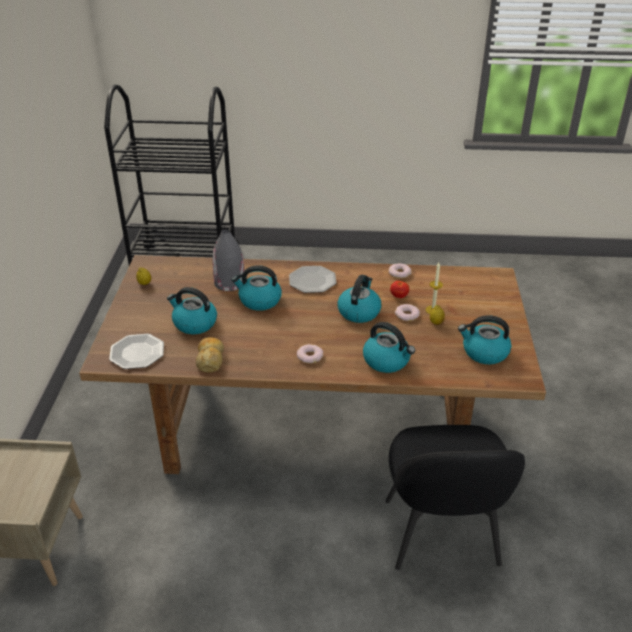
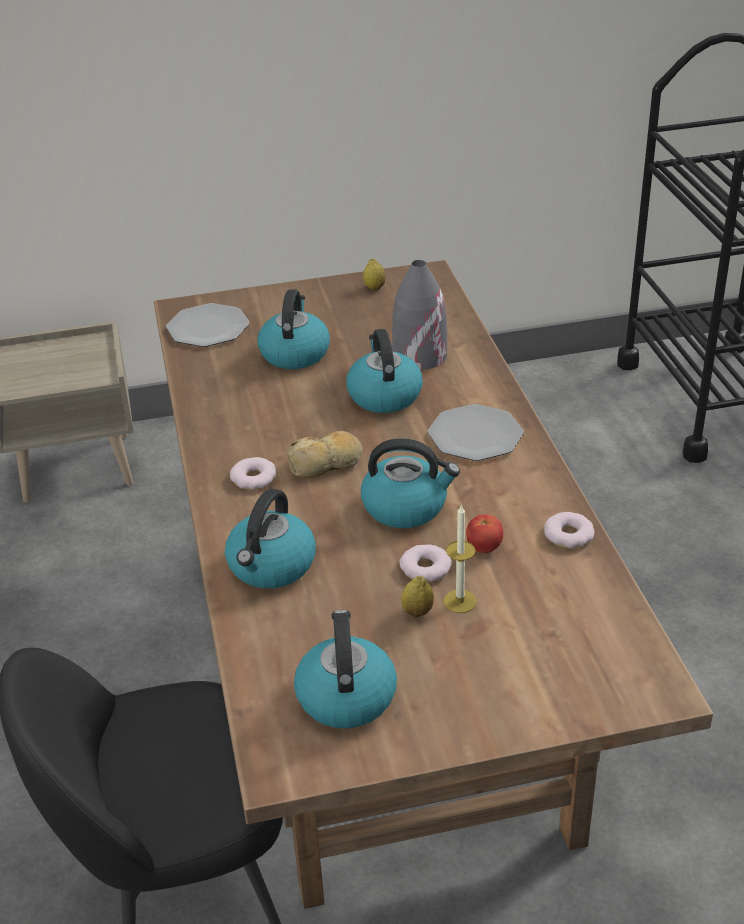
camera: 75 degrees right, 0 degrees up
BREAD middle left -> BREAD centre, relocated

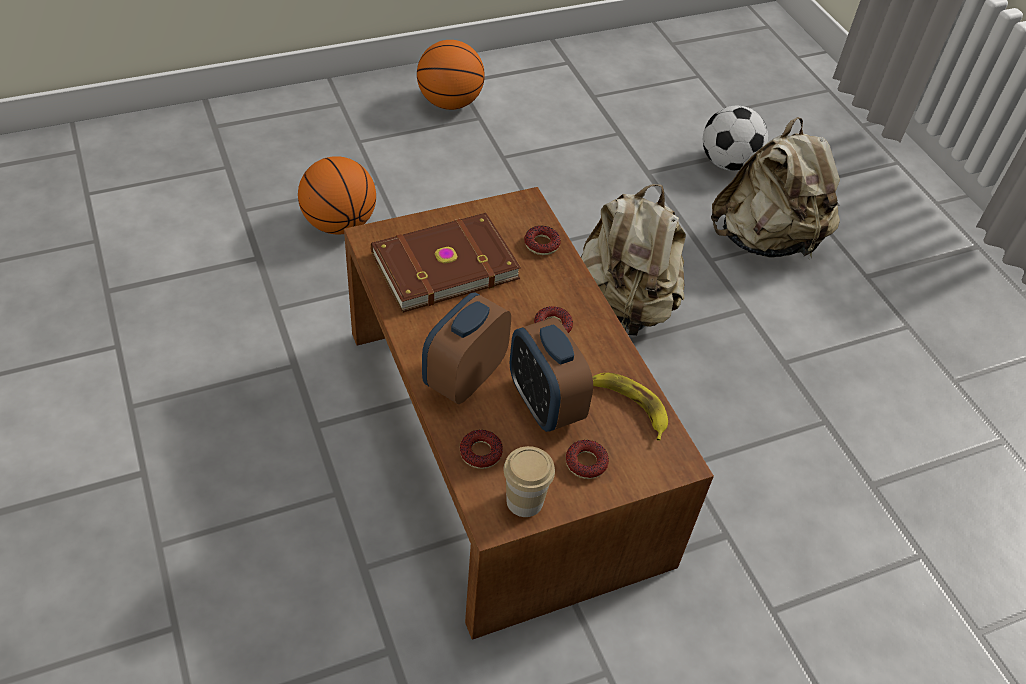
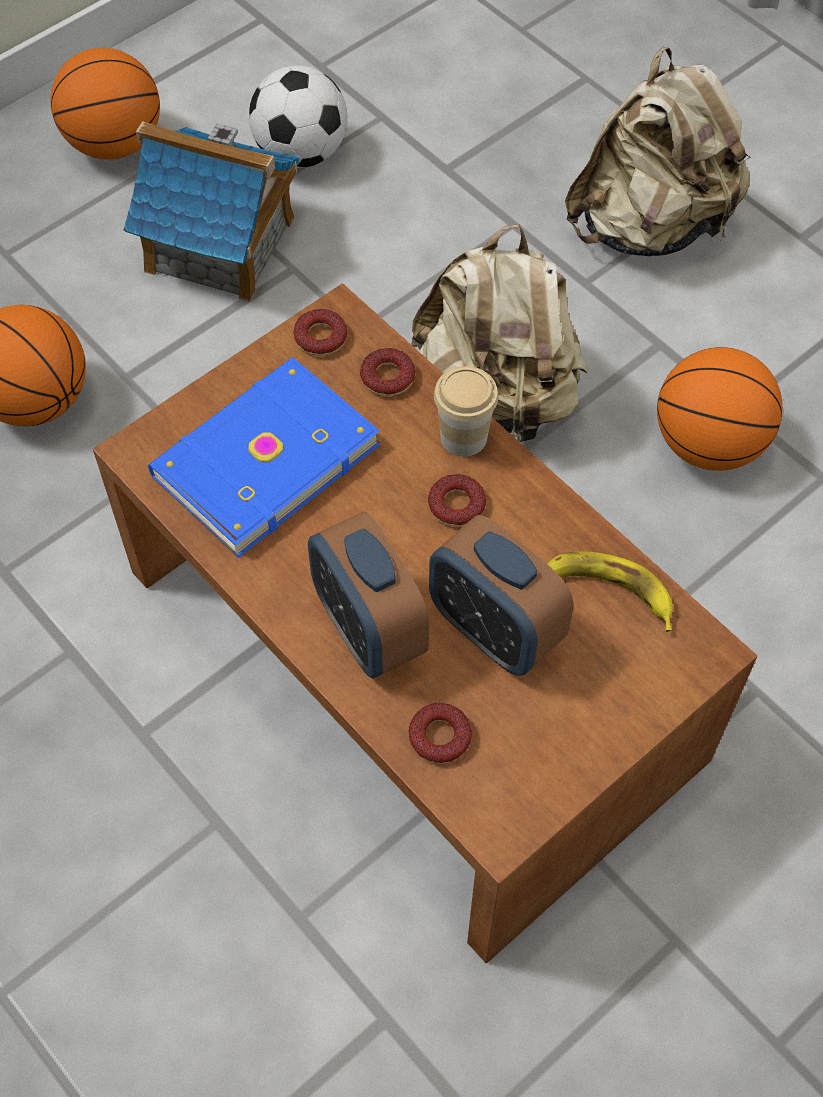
camera: 15 degrees left, 10 degrees up
none -> TOY HOUSE top left
none -> BASKETBALL (no. 3 from left) middle right
CUP bottom centre -> CUP centre, relocated
DONUT (no. 4 from left in the first image) bottom centre -> DONUT (no. 1 from left) top centre, relocated
FOOTBALL top right -> FOOTBALL top centre, relocated
BROWN BOOK centre -> BLUE BOOK middle left
ALARM CLOCK (no. 1 from left) centre, 45 degrees counterclockwise

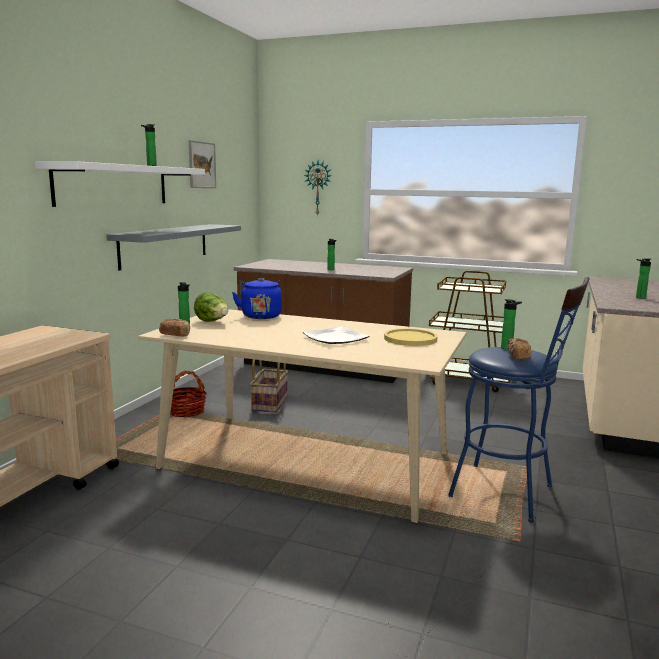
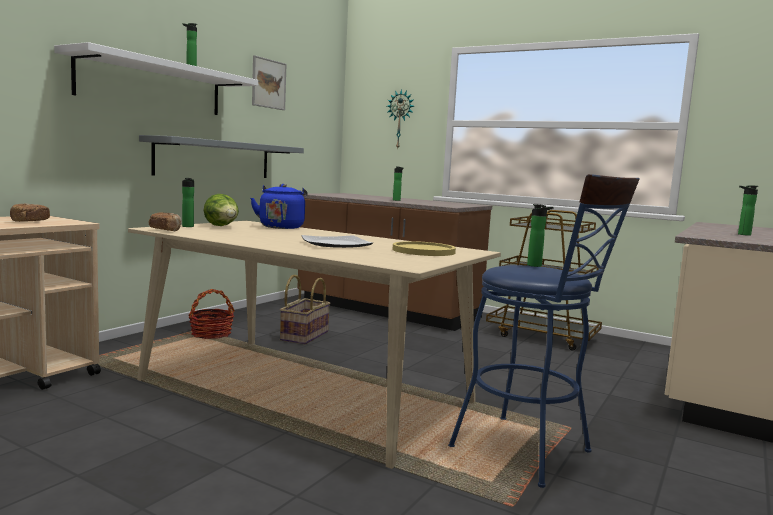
camera: 10 degrees right, 5 degrees down
BREAD (no. 2 from left in the first image) middle right -> BREAD (no. 1 from left) middle left, relocated

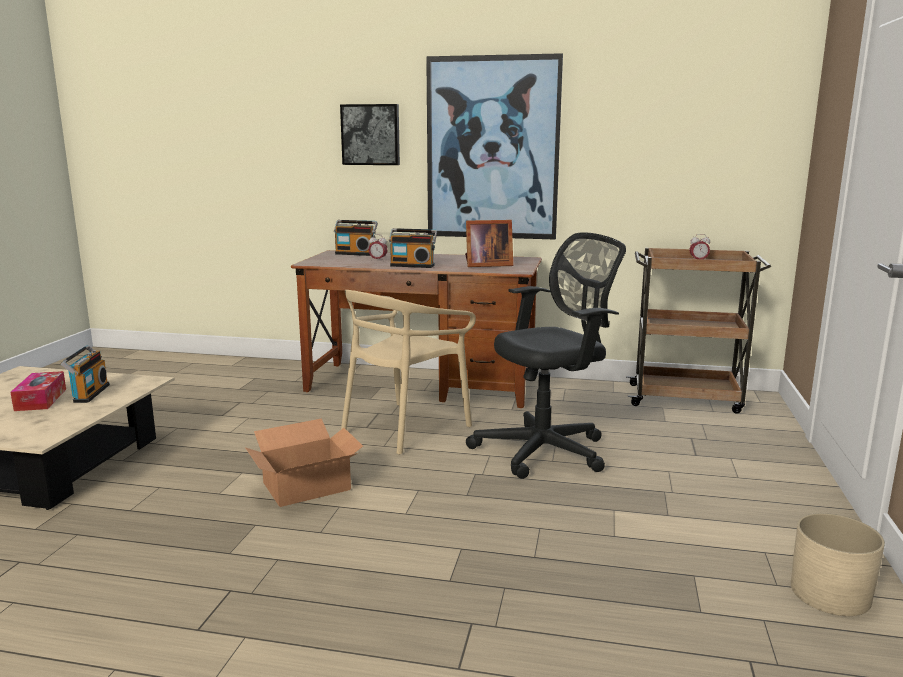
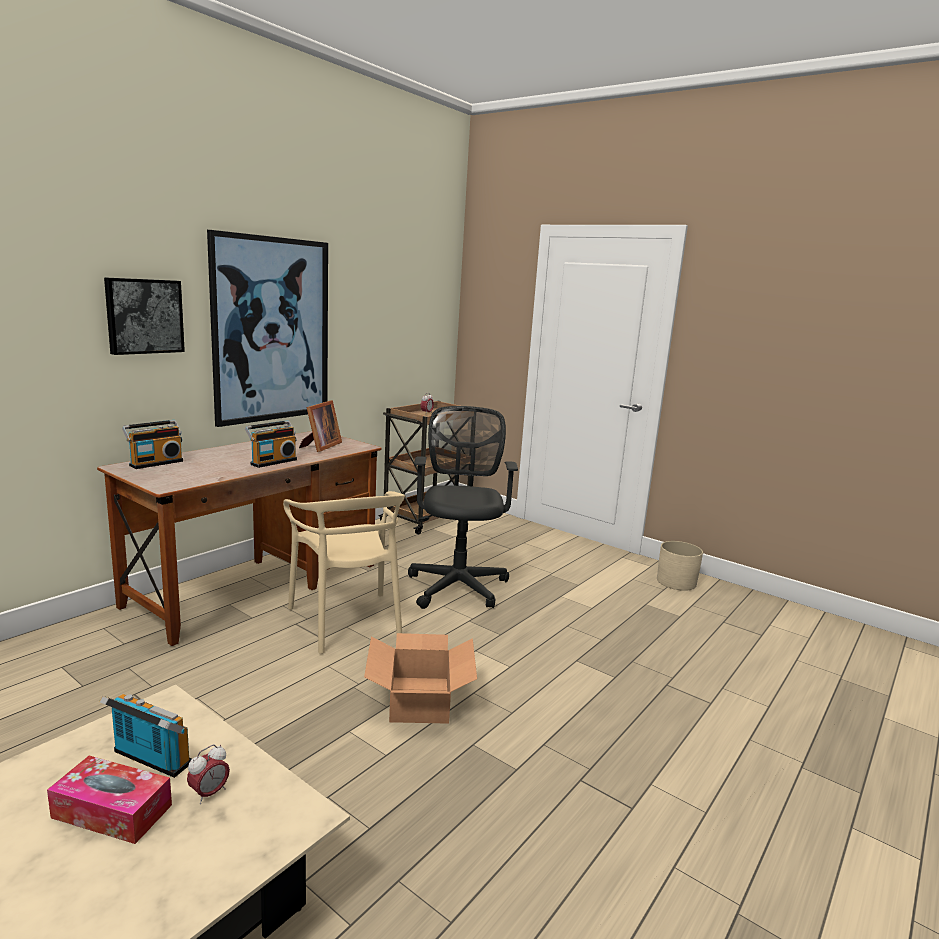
camera: 65 degrees left, 0 degrees up
ALARM CLOCK (no. 1 from left) centre -> ALARM CLOCK (no. 1 from left) bottom left, relocated

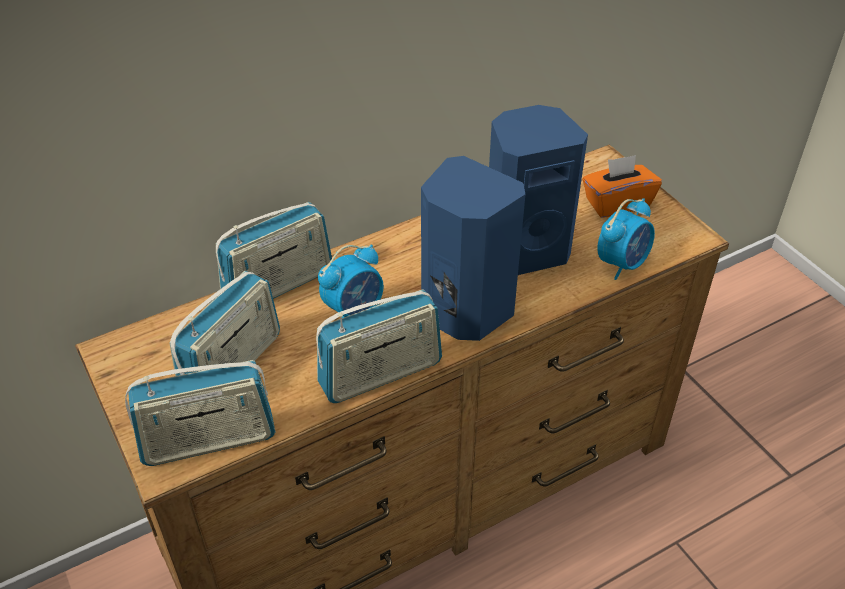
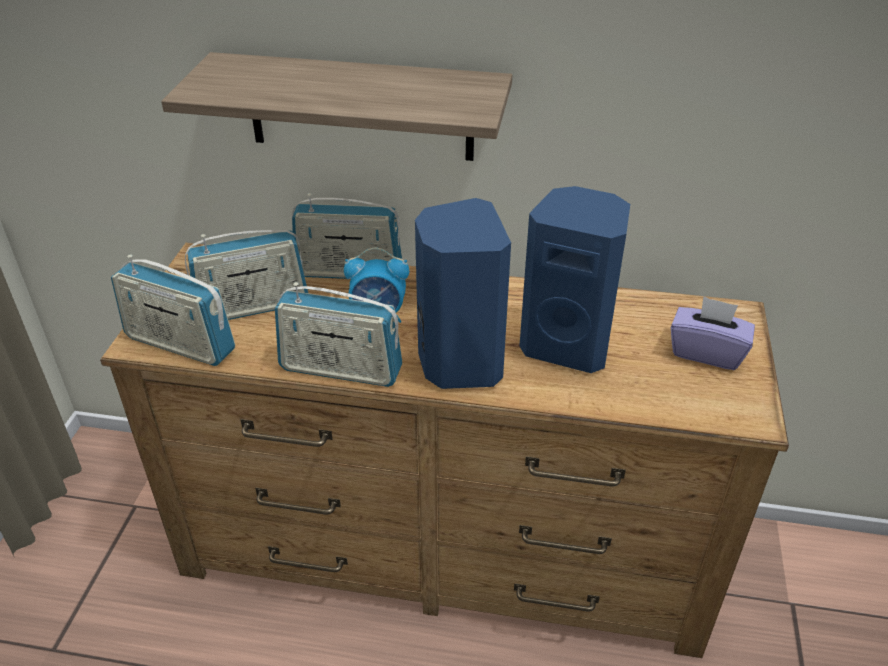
camera: 40 degrees right, 5 degrees down
ALARM CLOCK (no. 2 from left) middle right -> none
none -> SHELF top centre
ORANGE TISSUE BOX top right -> PURPLE TISSUE BOX middle right

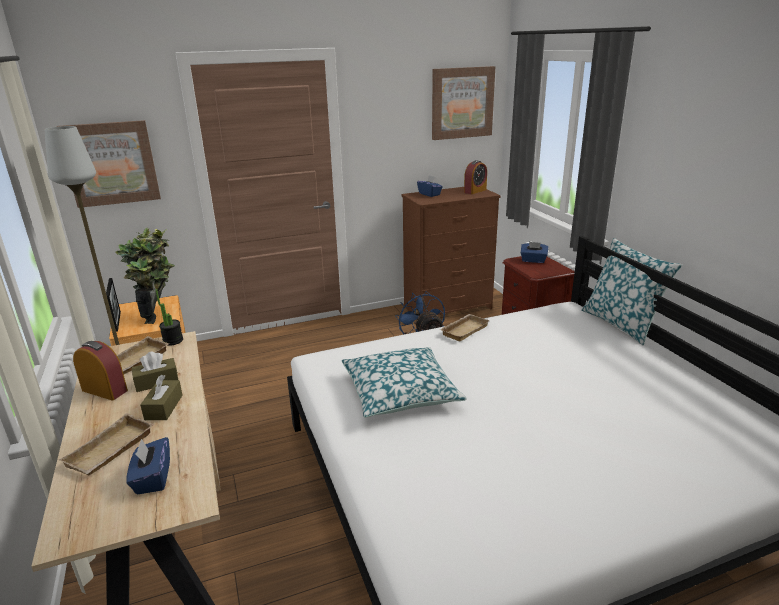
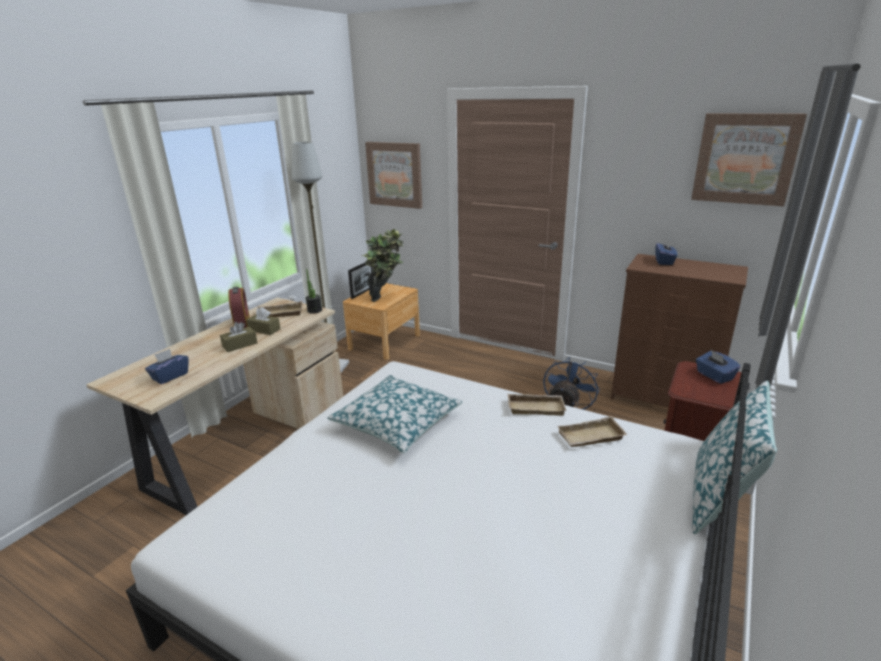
camera: 50 degrees right, 0 degrees up
ALARM CLOCK (no. 2 from left) top centre -> none
BEIGE TRAY (no. 1 from left in the first image) bottom left -> BEIGE TRAY (no. 3 from left) middle right, relocated

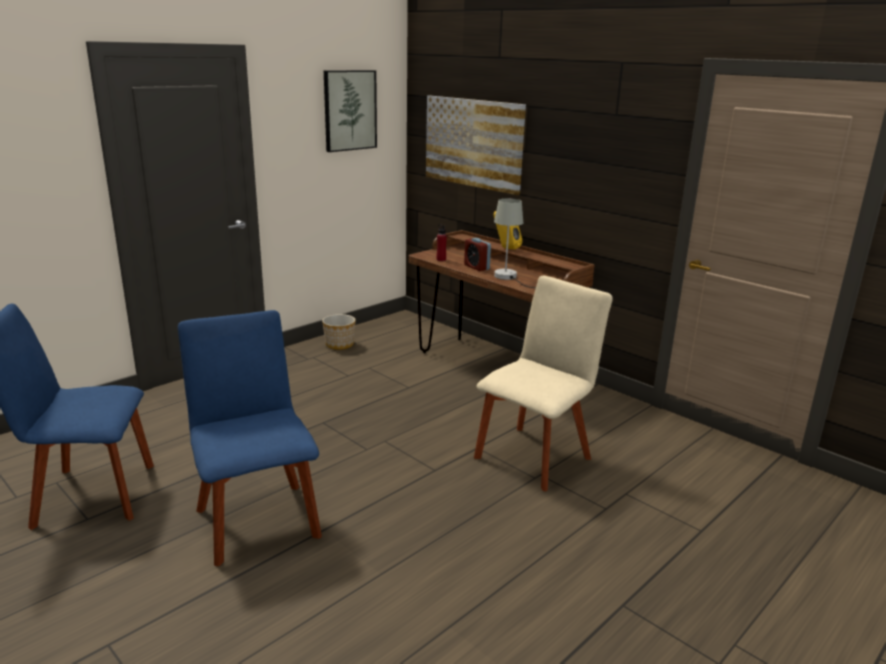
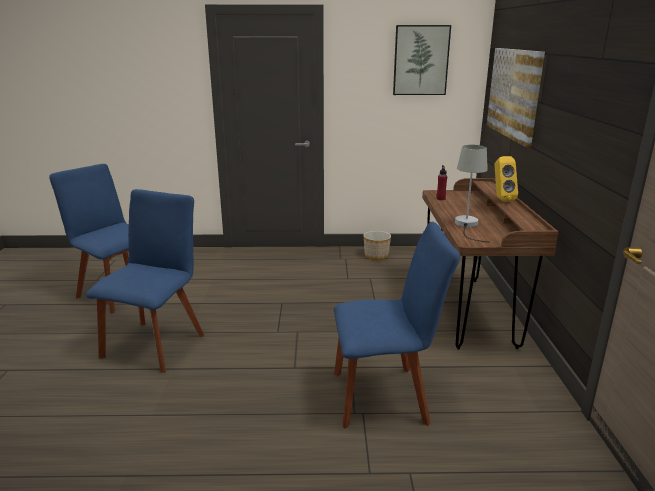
camera: 45 degrees right, 0 degrees up
ALARM CLOCK centre -> none
BEIGE CHAIR centre -> BLUE CHAIR (no. 3 from left) centre

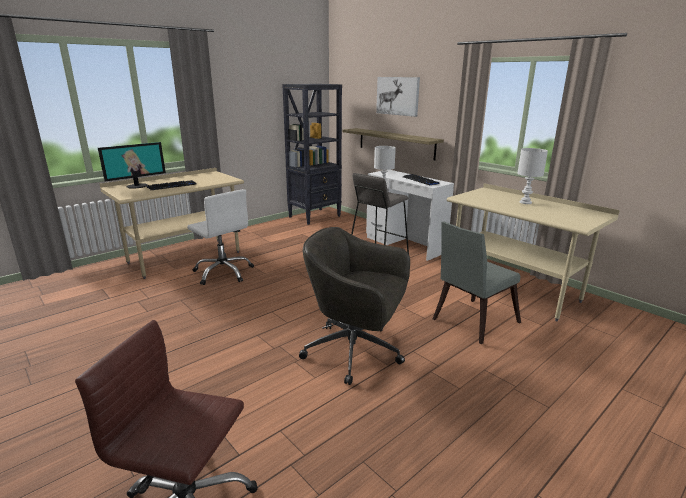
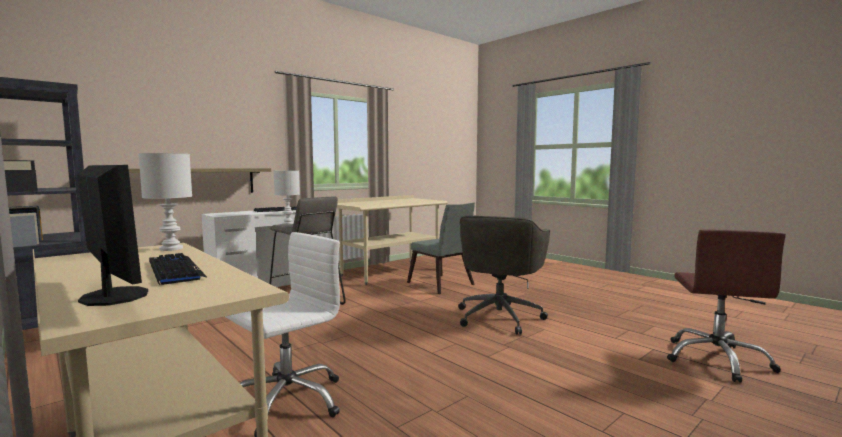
camera: 90 degrees left, 15 degrees down
PICTURE top centre -> none
WHITE TABLE LAMP (no. 2 from left in the first image) middle right -> WHITE TABLE LAMP (no. 1 from left) middle left, relocated

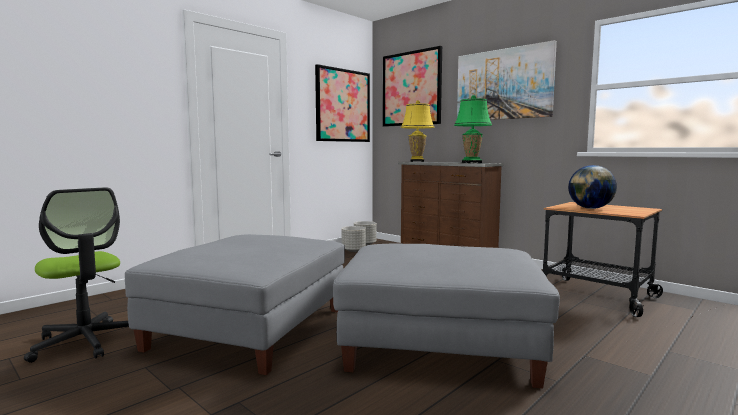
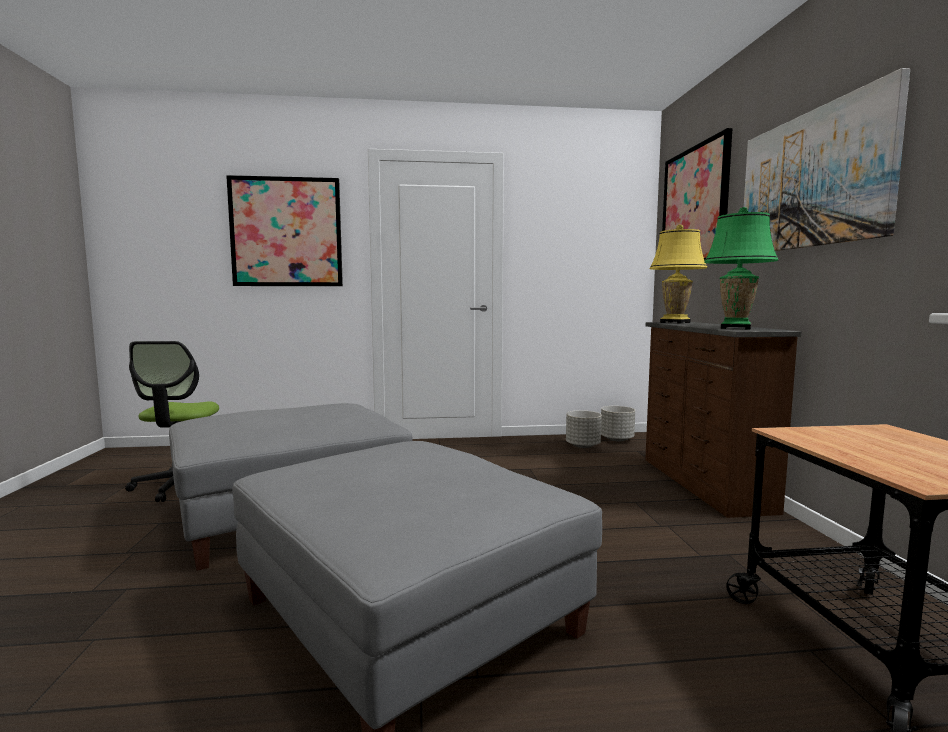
camera: 40 degrees right, 0 degrees up
GLOBE middle right -> none
PICTURE (no. 1 from left) top centre -> PICTURE (no. 1 from left) top left, relocated

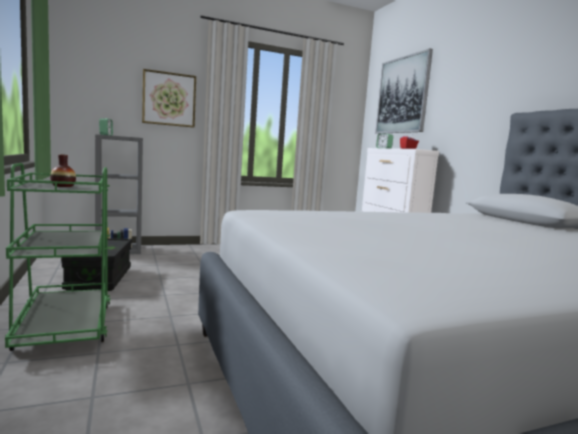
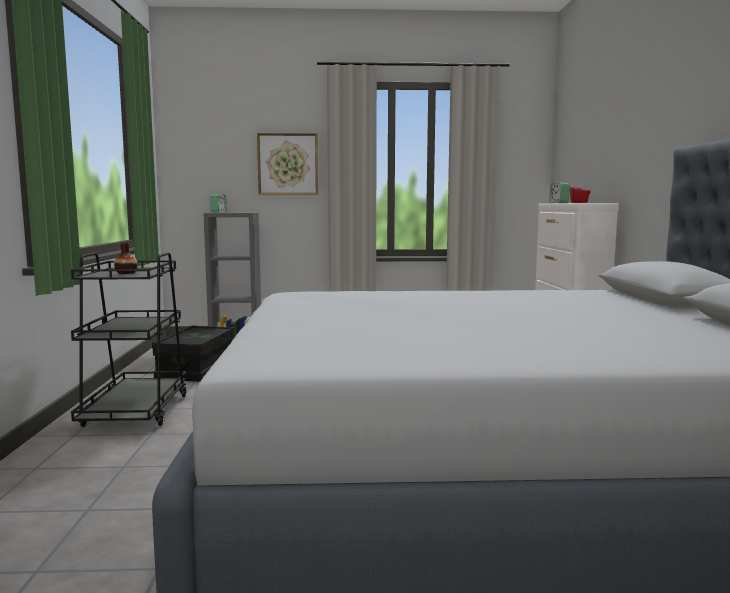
camera: 20 degrees right, 0 degrees up
PICTURE (no. 2 from left) top right -> none
GREEN CART middle left -> BLACK CART middle left

